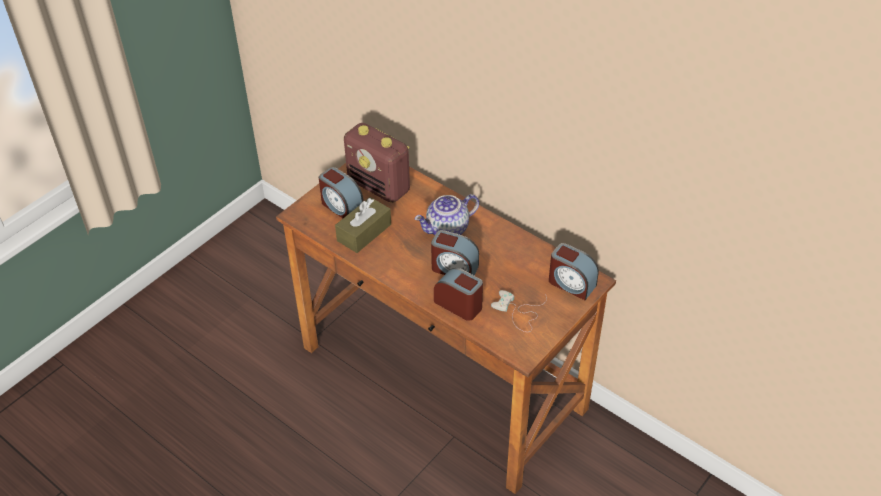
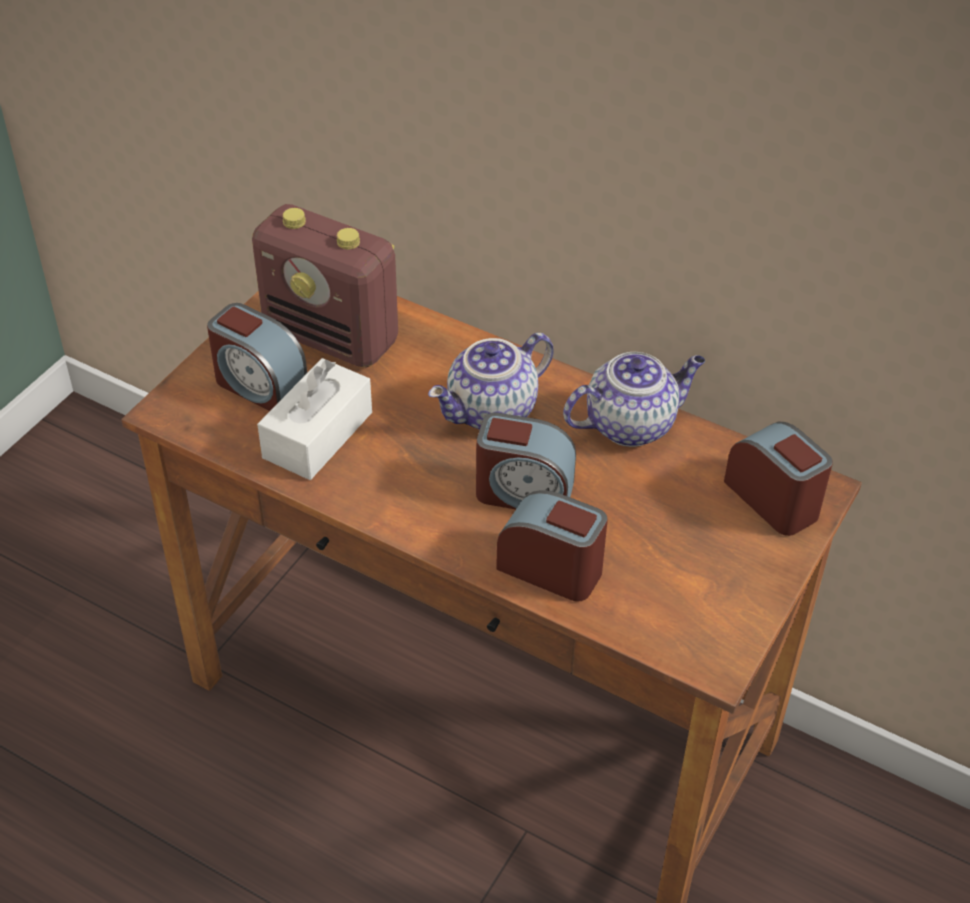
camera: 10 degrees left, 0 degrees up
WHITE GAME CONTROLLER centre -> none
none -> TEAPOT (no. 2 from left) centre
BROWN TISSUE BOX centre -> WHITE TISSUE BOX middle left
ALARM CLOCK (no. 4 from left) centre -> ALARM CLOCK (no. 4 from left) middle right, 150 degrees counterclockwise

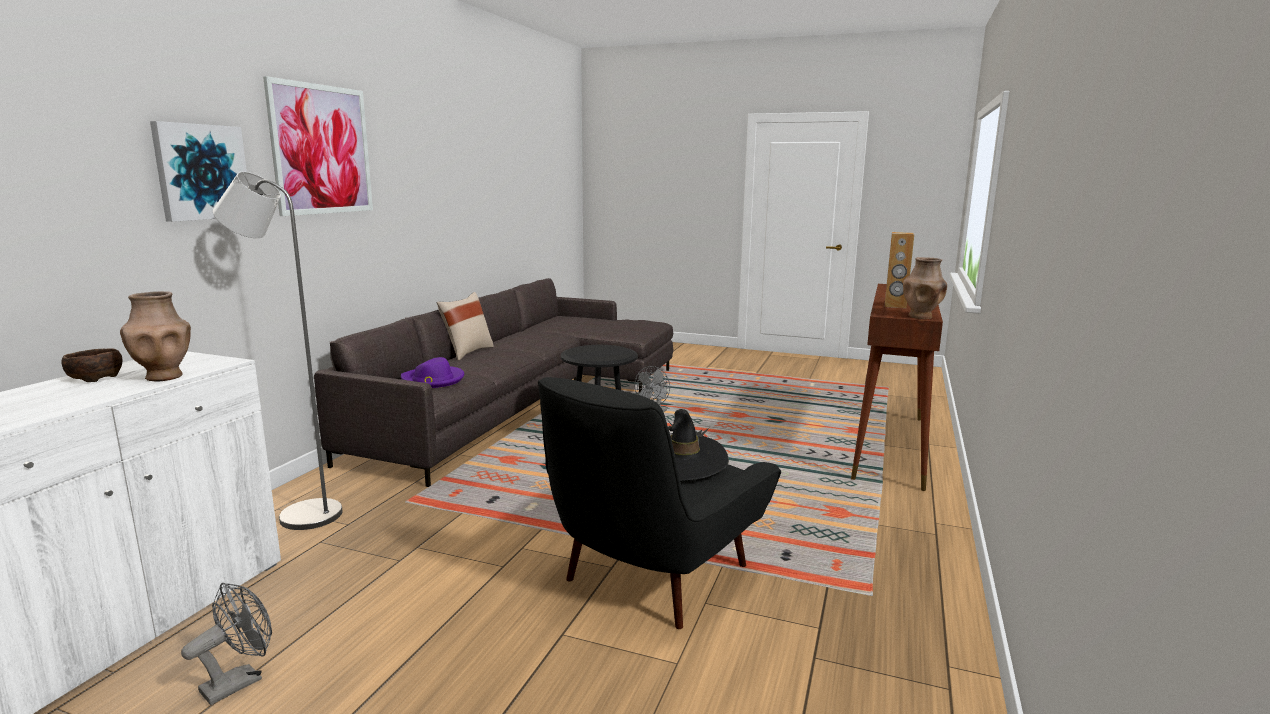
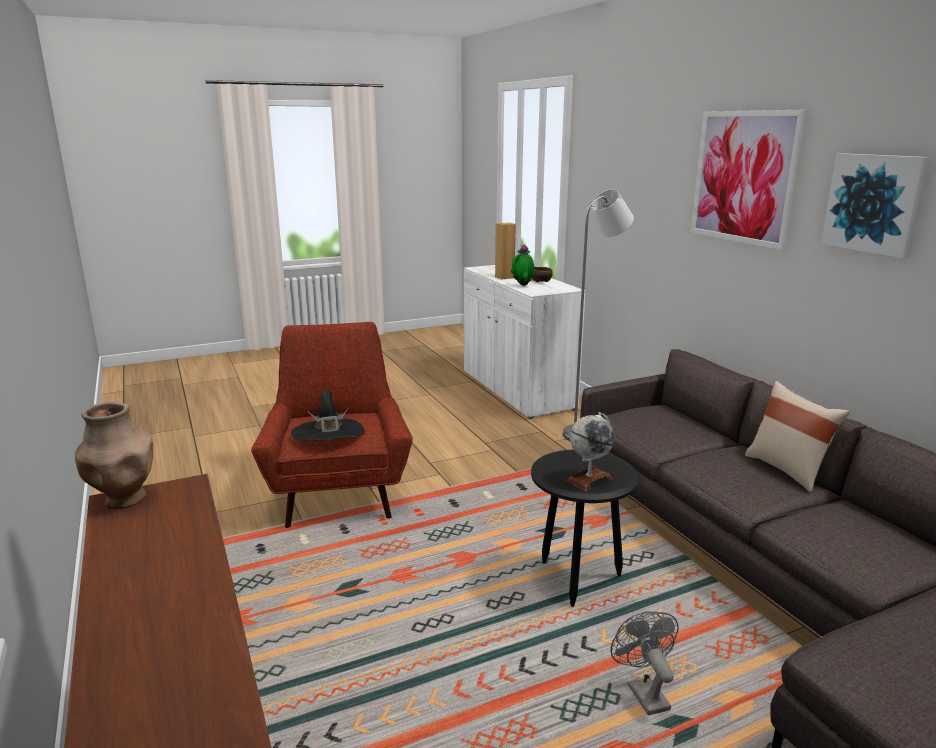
camera: 135 degrees right, 5 degrees up
GREY FAN (no. 1 from left) bottom left -> none
PURPLE HAT centre -> none
none -> GLOBE centre
PICTURE (no. 1 from left in the first image) top left -> PICTURE (no. 2 from left) top right, relocated
BROWN SPEAKER middle right -> BROWN SPEAKER centre, relocated
BROWN VASE (no. 1 from left) middle left -> POTTED PLANT centre
BLACK ARMCHAIR bottom centre -> RED ARMCHAIR centre

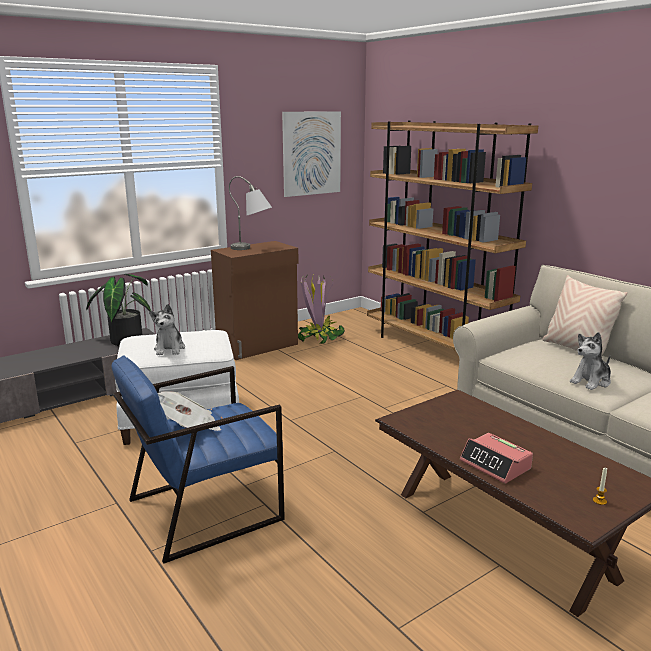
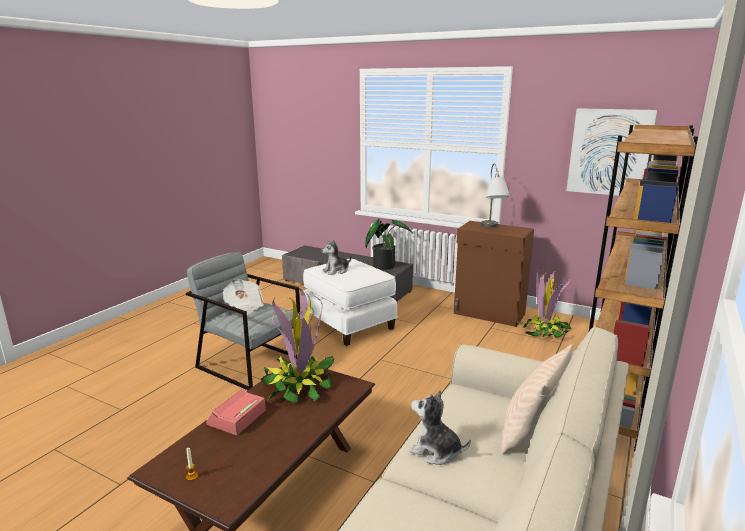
camera: 65 degrees right, 0 degrees up
none -> POTTED PLANT (no. 1 from left) centre
BLUE ARMCHAIR bottom left -> GREY ARMCHAIR middle left

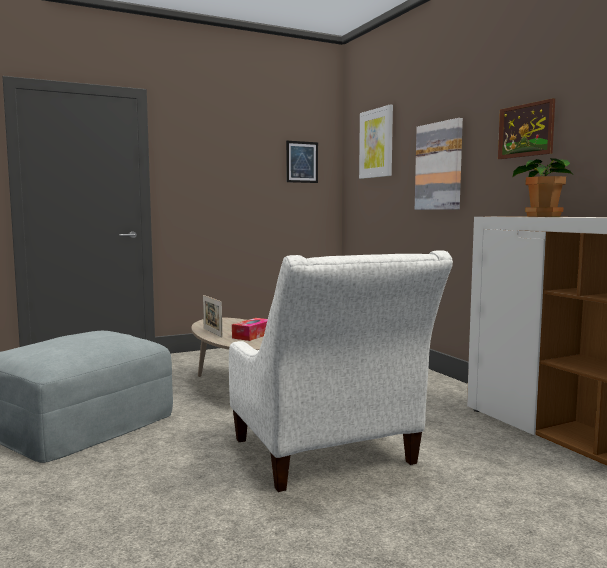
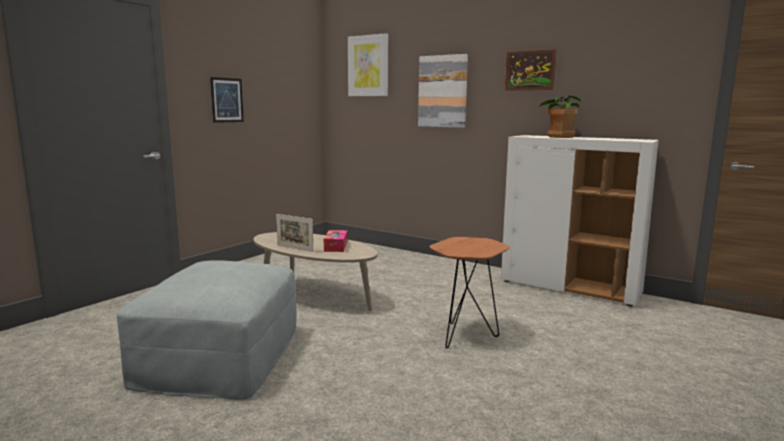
camera: 30 degrees left, 5 degrees up
PICTURE (no. 1 from left) top centre -> PICTURE (no. 1 from left) top left, relocated
WHITE ARMCHAIR centre -> BROWN SIDE TABLE centre

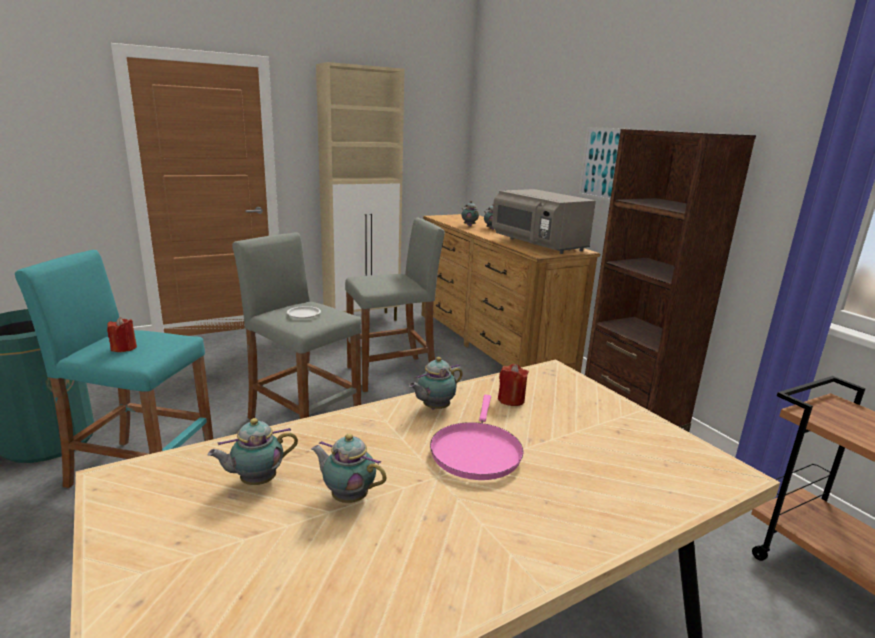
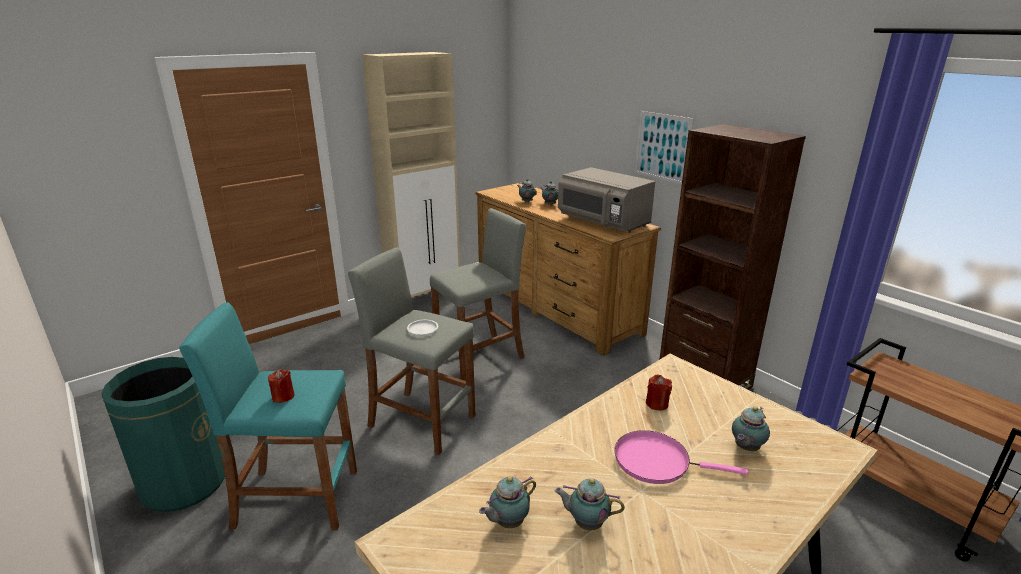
camera: 10 degrees left, 5 degrees up
TEAPOT (no. 3 from left in the first image) centre -> TEAPOT (no. 5 from left) bottom right, relocated
PINK FRYING PAN bottom centre -> PINK FRYING PAN bottom right, 105 degrees clockwise

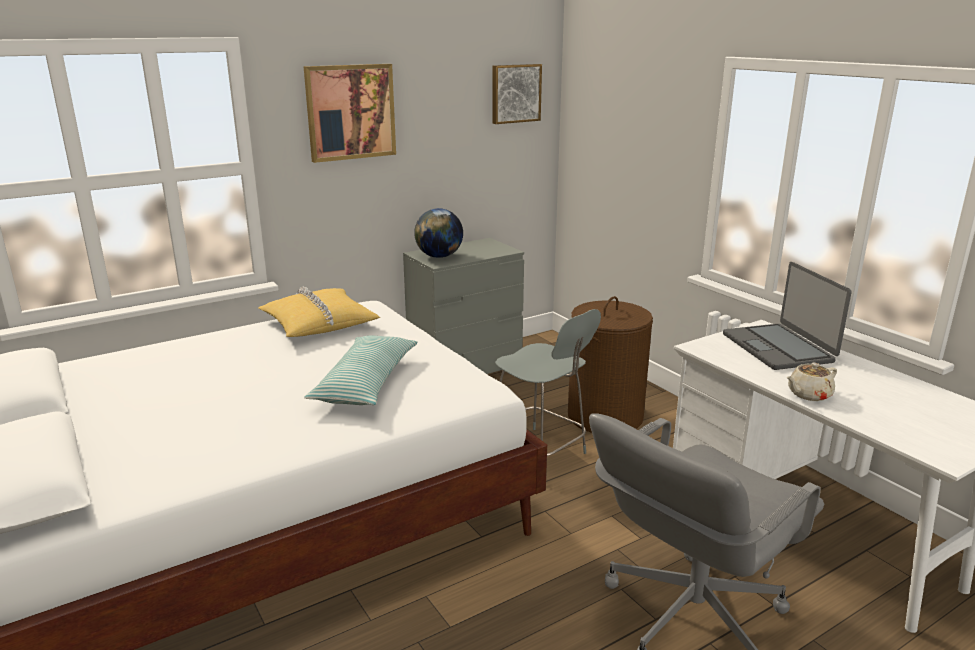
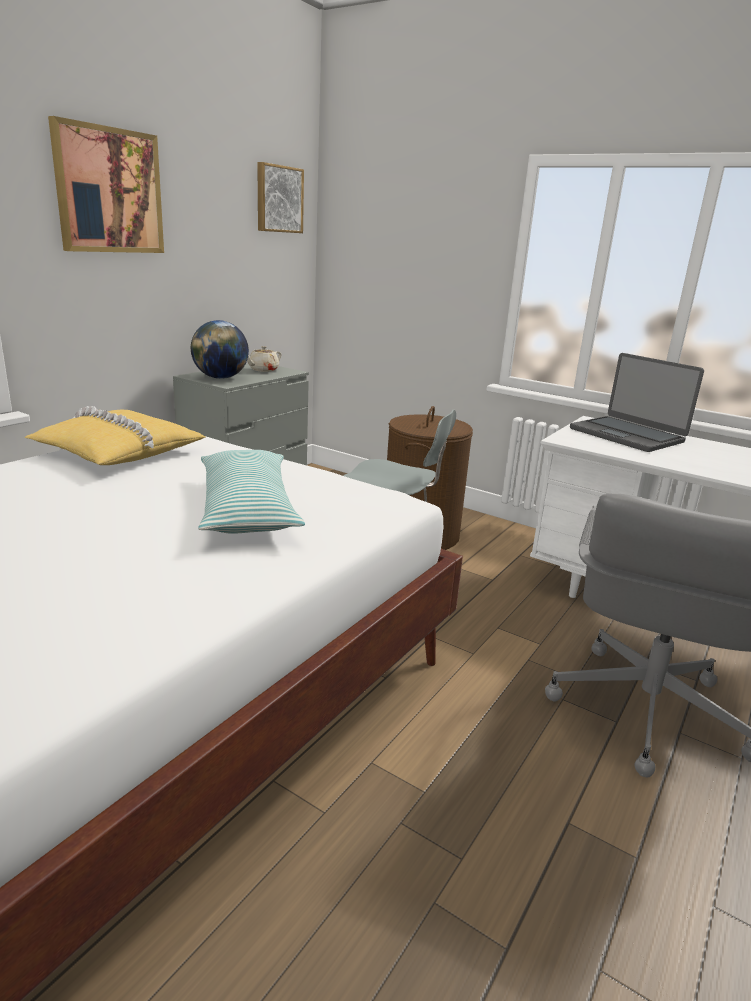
camera: 25 degrees left, 0 degrees up
BEIGE TEAPOT middle right -> BEIGE TEAPOT centre, relocated

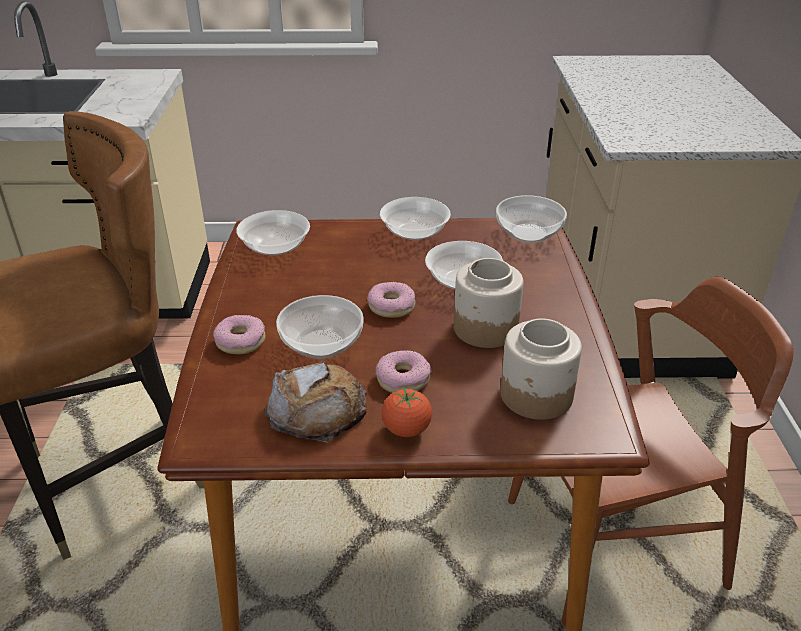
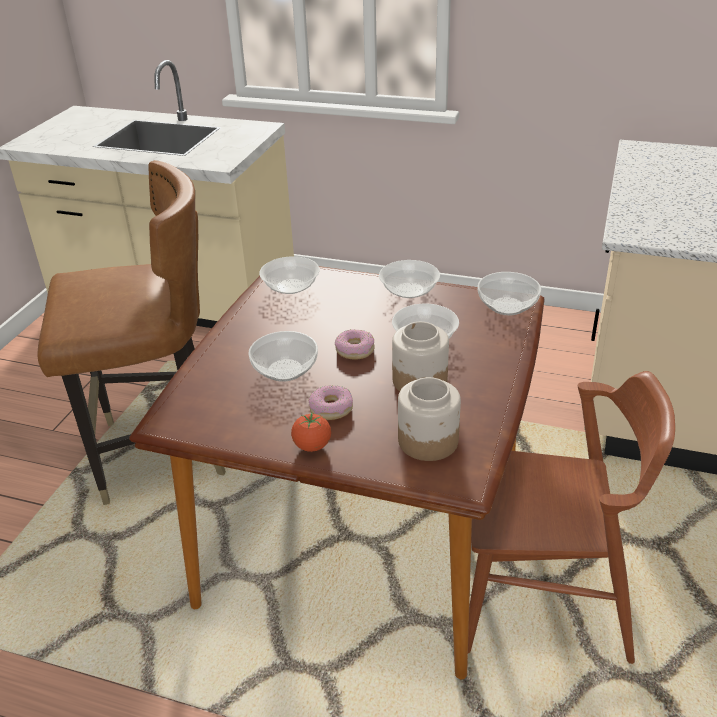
camera: 20 degrees right, 0 degrees up
DONUT (no. 1 from left) middle left -> none
BREAD centre -> none

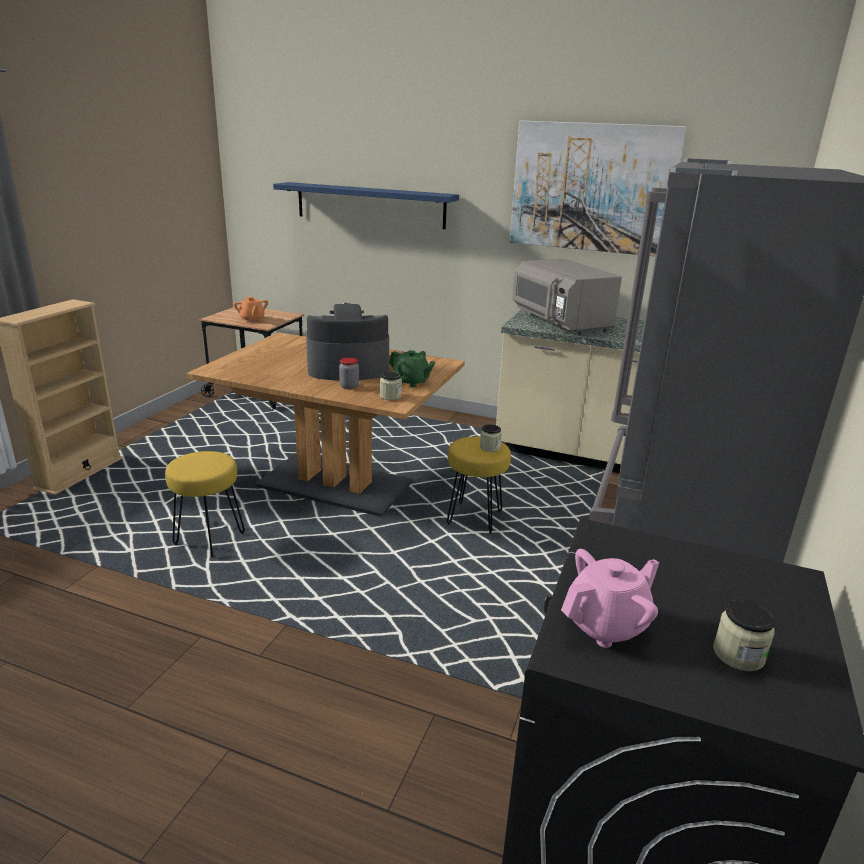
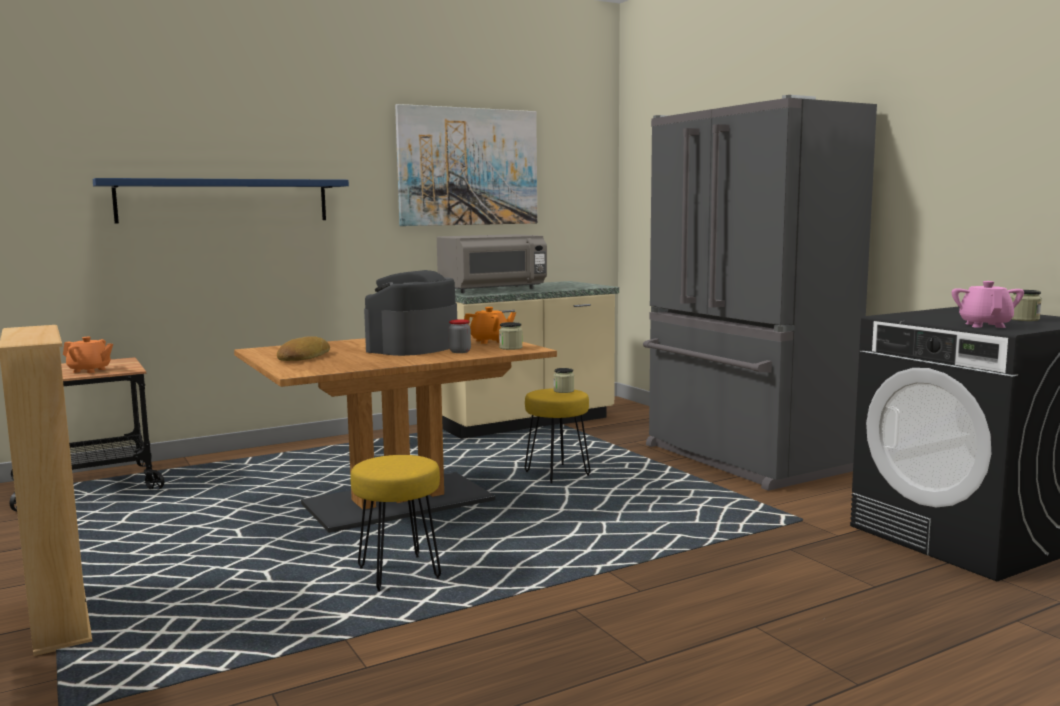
camera: 50 degrees left, 15 degrees down
none -> BREAD middle left
GREEN TEAPOT centre -> ORANGE TEAPOT (no. 2 from left) centre
GREY MICROWAVE centre, 45 degrees counterclockwise

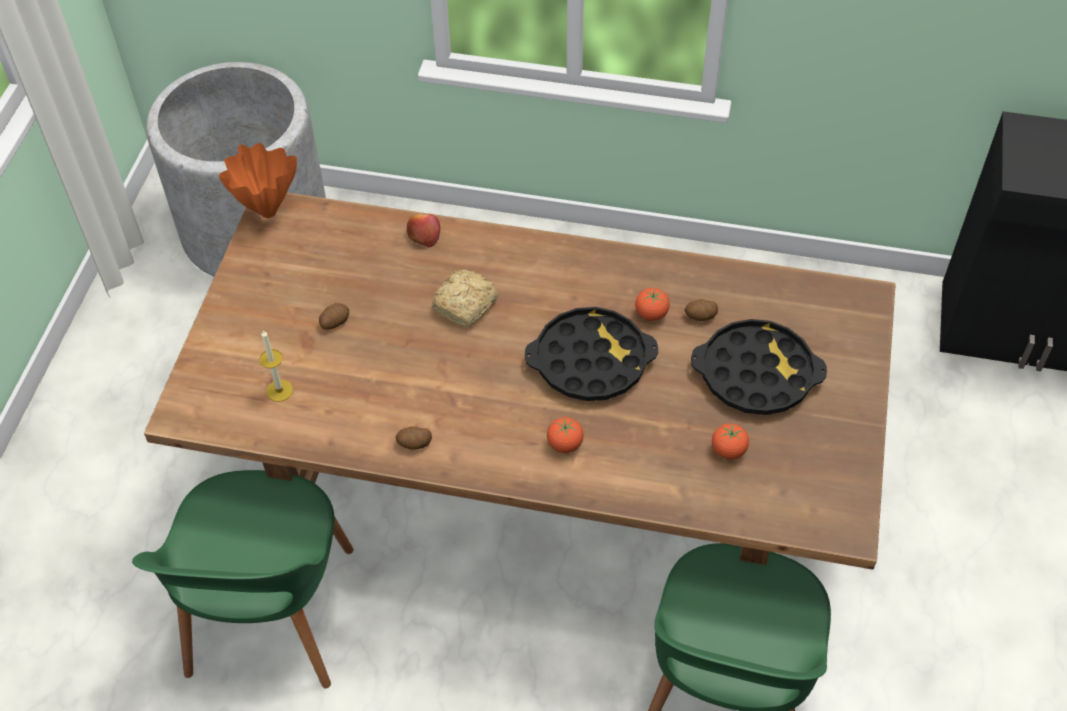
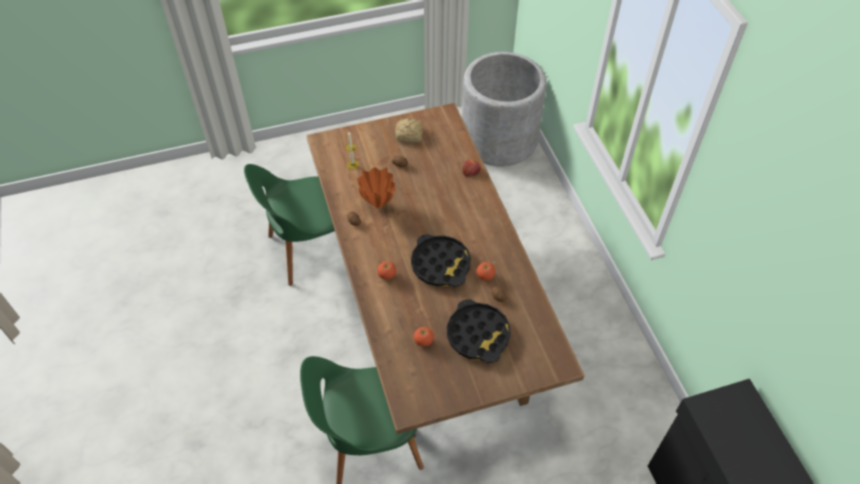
camera: 60 degrees right, 0 degrees up
ORANGE VASE top left -> ORANGE VASE centre, relocated
BREAD centre -> BREAD top centre, relocated

